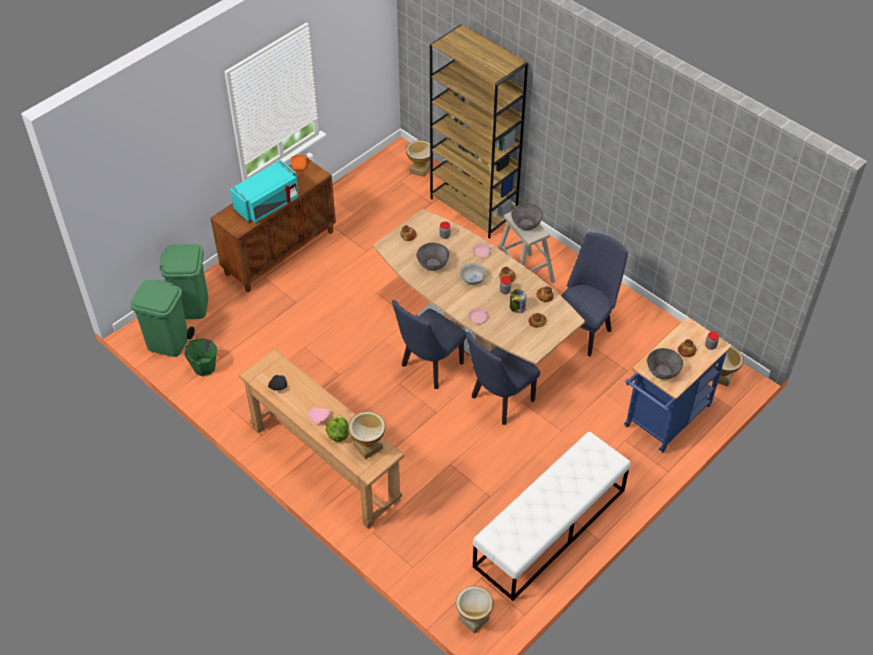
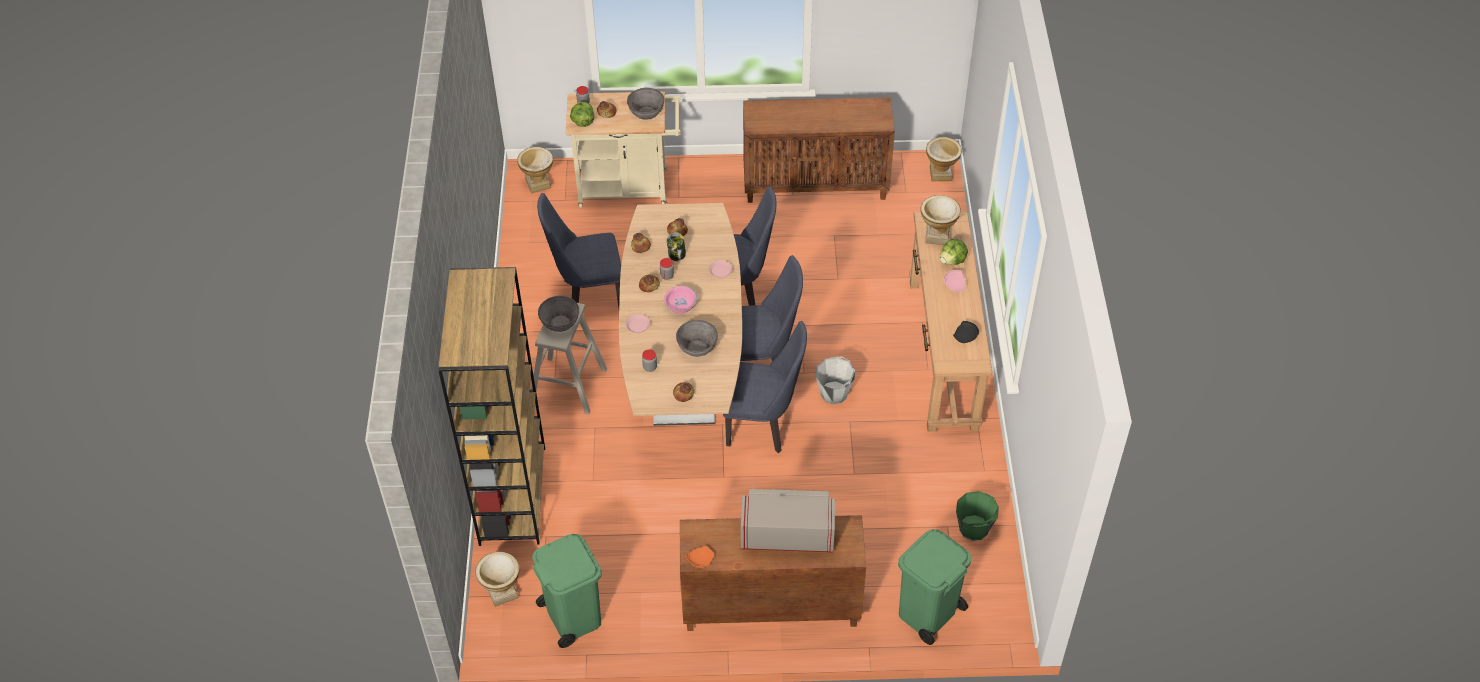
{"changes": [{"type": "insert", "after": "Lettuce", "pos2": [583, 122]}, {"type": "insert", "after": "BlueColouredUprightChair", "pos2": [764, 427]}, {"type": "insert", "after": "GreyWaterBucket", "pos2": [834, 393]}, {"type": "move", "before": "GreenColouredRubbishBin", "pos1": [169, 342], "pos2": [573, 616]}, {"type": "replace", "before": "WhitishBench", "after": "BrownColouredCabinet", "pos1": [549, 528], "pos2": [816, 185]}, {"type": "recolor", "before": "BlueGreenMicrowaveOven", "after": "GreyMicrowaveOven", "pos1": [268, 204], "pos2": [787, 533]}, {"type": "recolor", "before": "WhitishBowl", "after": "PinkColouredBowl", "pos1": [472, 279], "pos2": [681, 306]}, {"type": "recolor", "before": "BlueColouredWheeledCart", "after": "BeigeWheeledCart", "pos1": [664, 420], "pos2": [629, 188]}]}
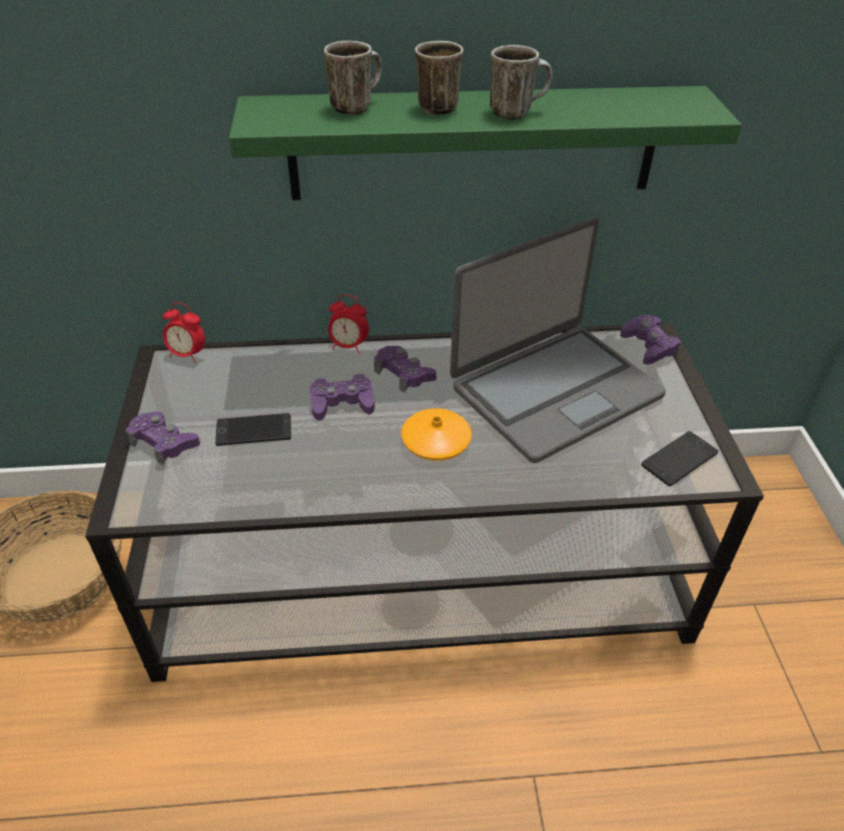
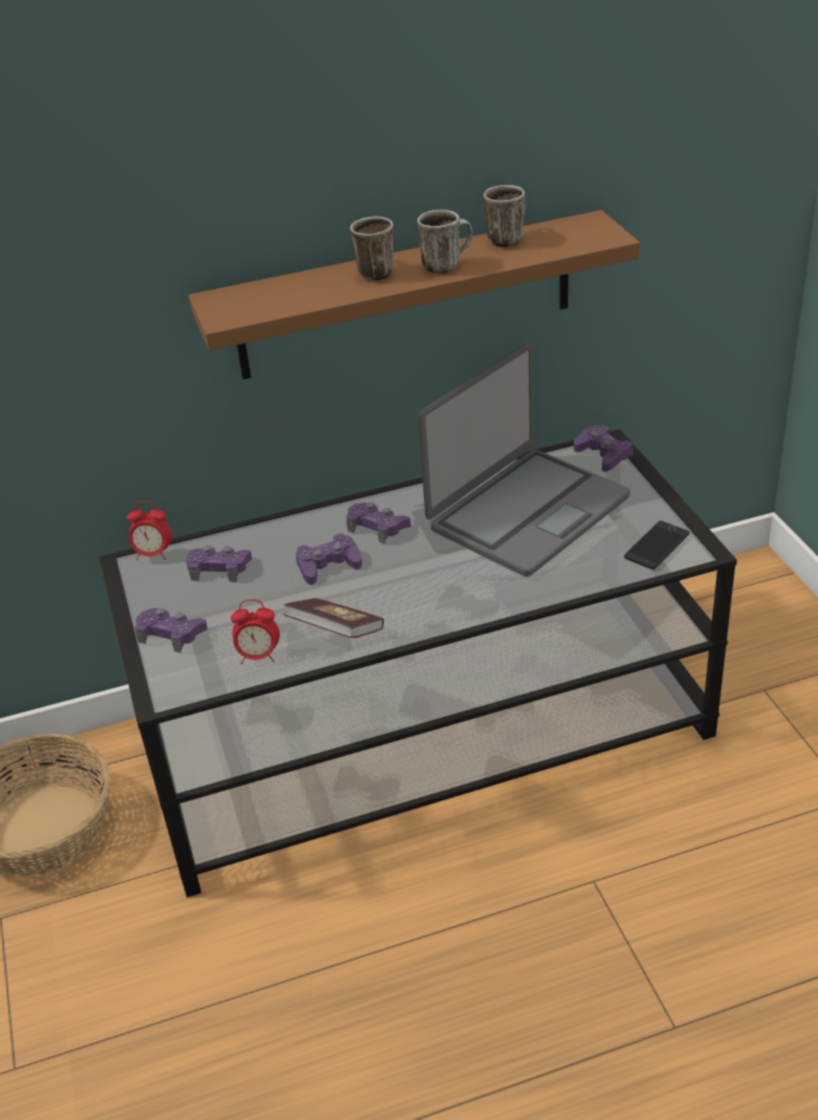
{"changes": [{"type": "delete", "before": "Phone", "pos1": [254, 430]}, {"type": "delete", "before": "OrangeyFlowerVase", "pos1": [436, 442]}, {"type": "insert", "after": "PurpleGameController", "pos2": [219, 569]}, {"type": "insert", "after": "BoundBook", "pos2": [335, 632]}, {"type": "move", "before": "TeaMug", "pos1": [355, 106], "pos2": [507, 238]}, {"type": "move", "before": "AlarmClock", "pos1": [348, 346], "pos2": [259, 656]}, {"type": "recolor", "before": "GreenColouredBracketShelf", "after": "BrownColouredBracketShelf", "pos1": [473, 144], "pos2": [405, 296]}]}
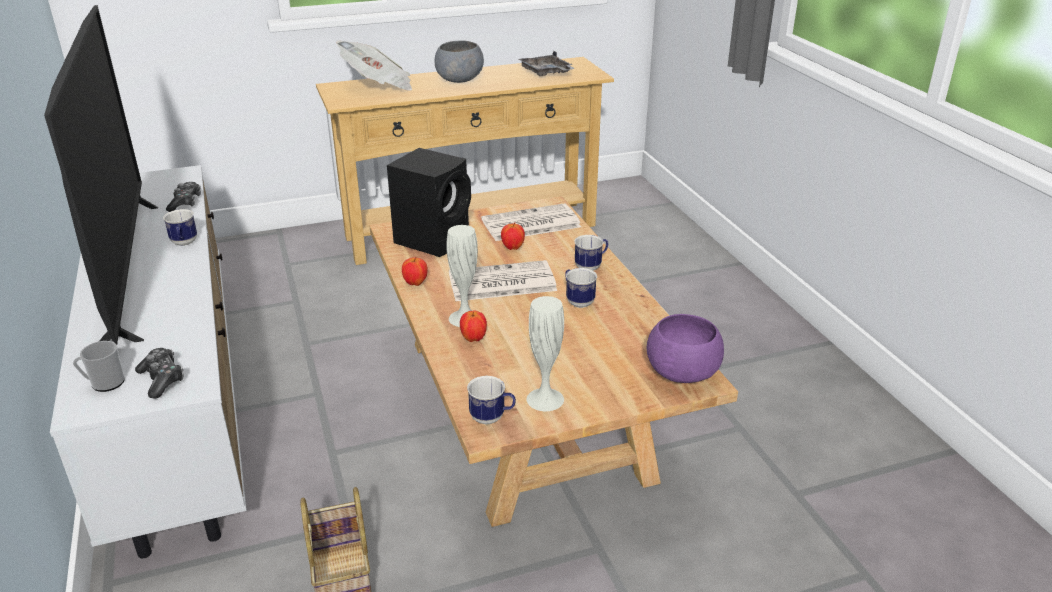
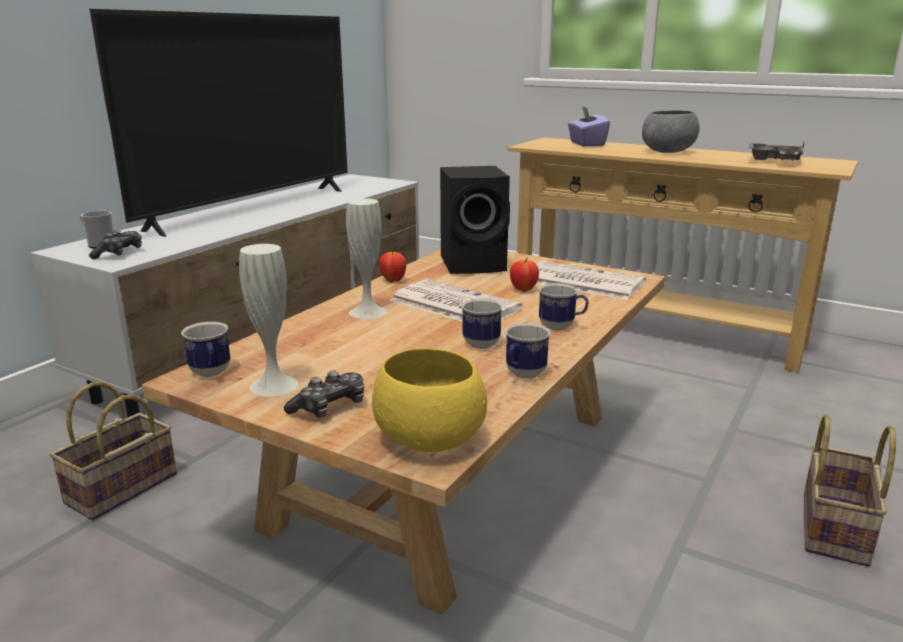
{"changes": [{"type": "delete", "before": "WholeApple", "pos1": [473, 339]}, {"type": "insert", "after": "HouseholdBasket", "pos2": [837, 530]}, {"type": "move", "before": "TeaMug", "pos1": [184, 244], "pos2": [522, 375]}, {"type": "move", "before": "GameController", "pos1": [185, 203], "pos2": [329, 407]}, {"type": "replace", "before": "Newspaper", "after": "PurpleBoxOfTissues", "pos1": [378, 85], "pos2": [586, 144]}, {"type": "recolor", "before": "PurpleBowl", "after": "YellowishBowl", "pos1": [683, 373], "pos2": [431, 439]}]}
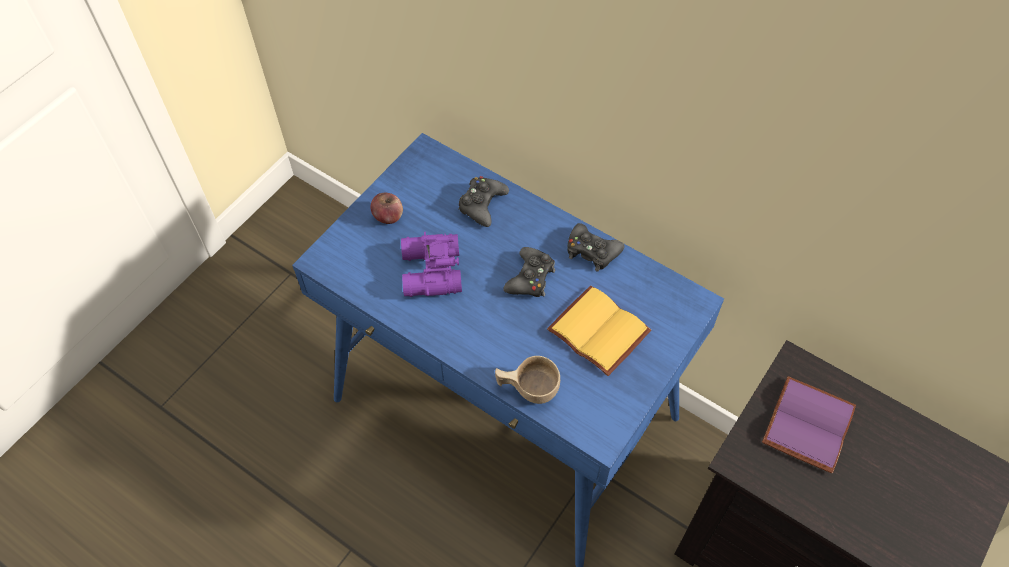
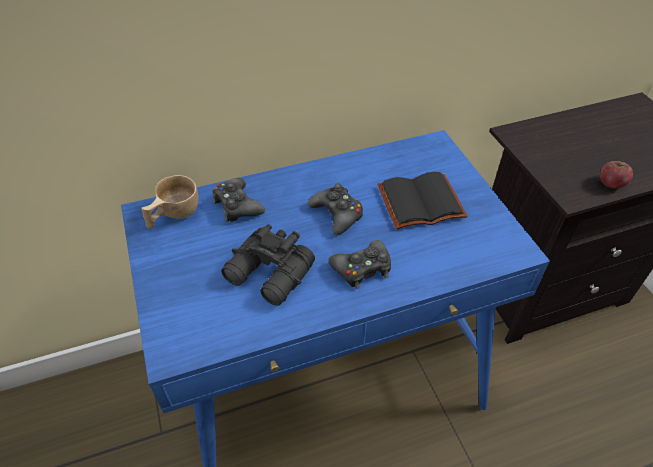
{"changes": [{"type": "delete", "before": "PurpleBoundBook", "pos1": [806, 422]}, {"type": "move", "before": "WholeApple", "pos1": [388, 216], "pos2": [611, 184]}, {"type": "move", "before": "BeigeDrinkingCup", "pos1": [527, 388], "pos2": [173, 216]}, {"type": "move", "before": "BlackColouredGameController", "pos1": [592, 251], "pos2": [362, 268]}, {"type": "recolor", "before": "PurpleBinoculars", "after": "BlackColouredBinoculars", "pos1": [430, 273], "pos2": [269, 275]}, {"type": "recolor", "before": "YellowishBoundBook", "after": "BlackColouredBoundBook", "pos1": [596, 332], "pos2": [420, 204]}]}
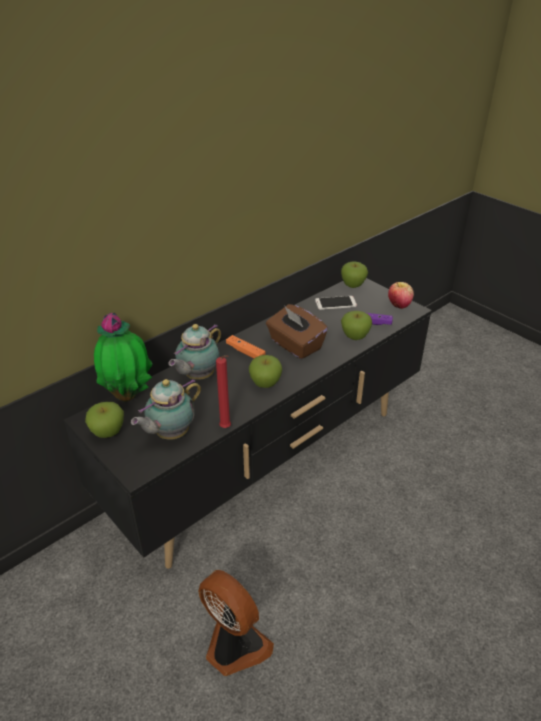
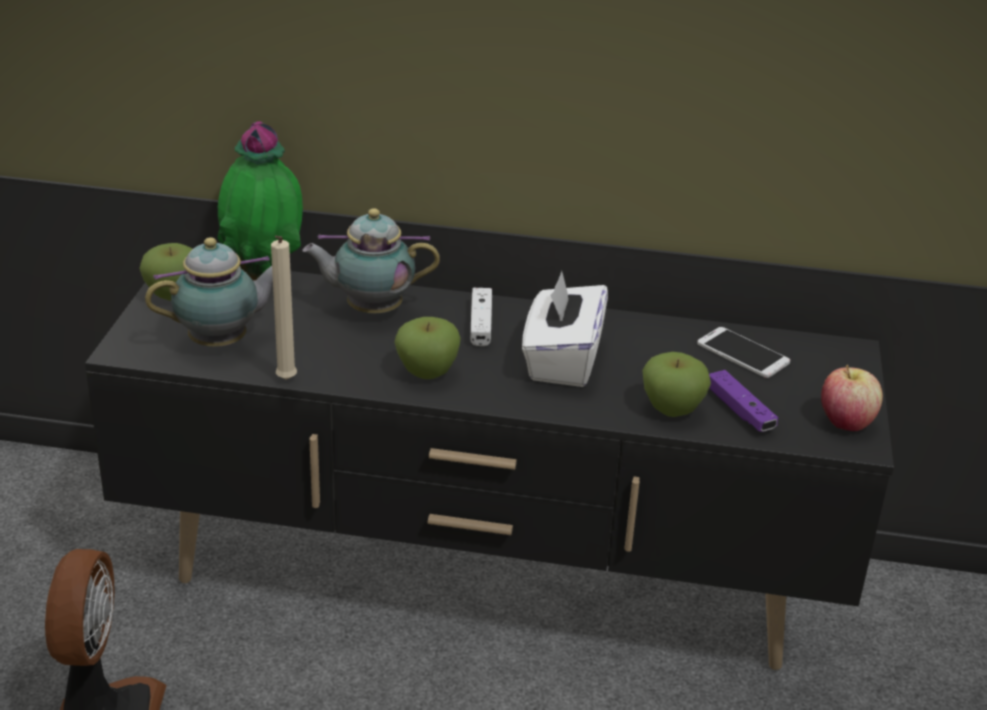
{"changes": [{"type": "delete", "before": "WholeApple", "pos1": [353, 285]}, {"type": "recolor", "before": "RedColouredWaxCandle", "after": "BeigeWaxCandle", "pos1": [226, 428], "pos2": [285, 381]}, {"type": "recolor", "before": "OrangeyGameController", "after": "WhitishGameController", "pos1": [245, 352], "pos2": [481, 324]}, {"type": "recolor", "before": "BrownColouredBoxOfTissues", "after": "WhitishBoxOfTissues", "pos1": [295, 345], "pos2": [562, 360]}, {"type": "rotate", "before": "PotForTea", "pos1": [170, 434], "pos2": [222, 342], "turn": 150}]}
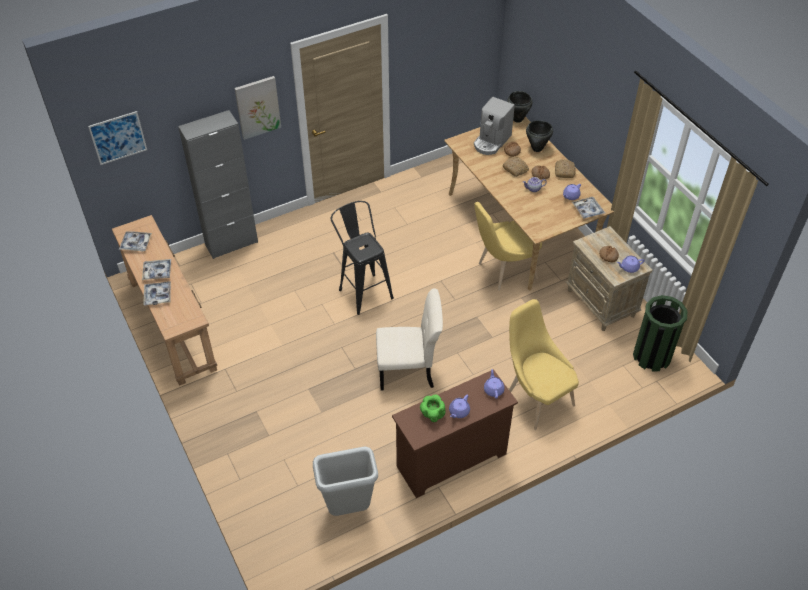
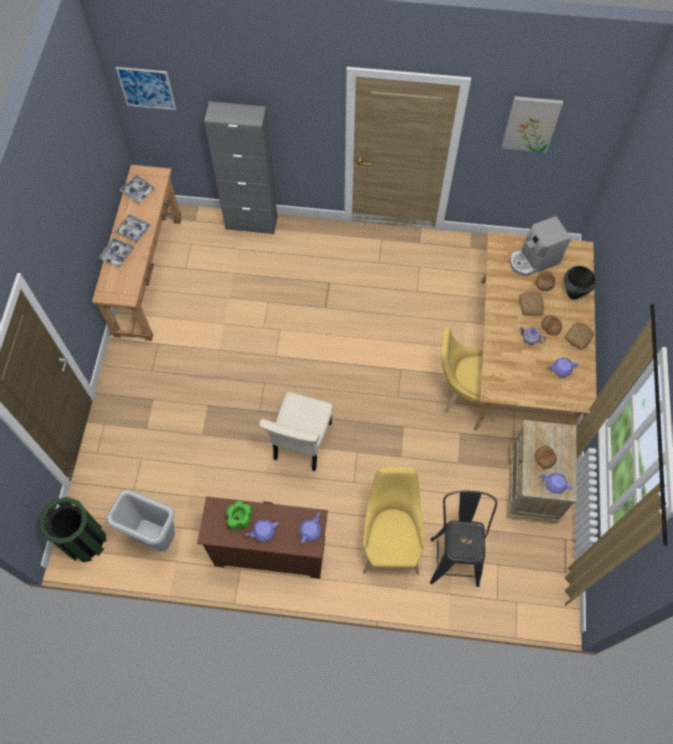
{"changes": [{"type": "delete", "before": "BlackColouredCookingPot", "pos1": [517, 119]}, {"type": "delete", "before": "ServingTray", "pos1": [587, 210]}, {"type": "move", "before": "Picture", "pos1": [257, 107], "pos2": [531, 123]}, {"type": "move", "before": "BlackColouredSittingStool", "pos1": [363, 290], "pos2": [455, 555]}, {"type": "move", "before": "GreenColouredRubbishBin", "pos1": [652, 356], "pos2": [85, 541]}, {"type": "rotate", "before": "BeigeUprightChair", "pos1": [408, 372], "pos2": [301, 443], "turn": 75}]}
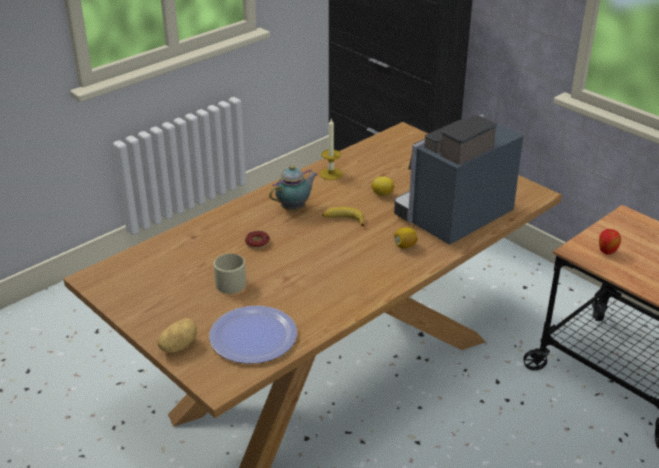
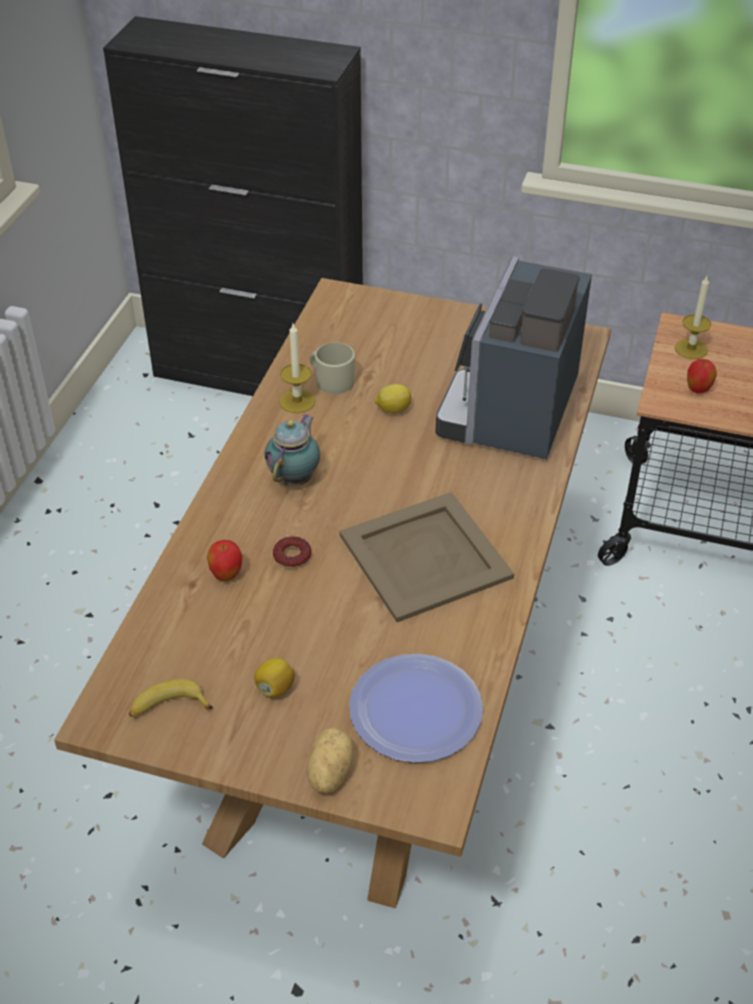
{"changes": [{"type": "insert", "after": "WholeApple", "pos2": [226, 576]}, {"type": "insert", "after": "BeigeServingTray", "pos2": [424, 557]}, {"type": "insert", "after": "WaxCandle", "pos2": [691, 349]}, {"type": "move", "before": "BeigeTeaMug", "pos1": [229, 282], "pos2": [331, 380]}, {"type": "move", "before": "Banana", "pos1": [343, 220], "pos2": [168, 707]}, {"type": "move", "before": "CitrusFruit", "pos1": [405, 246], "pos2": [275, 688]}]}
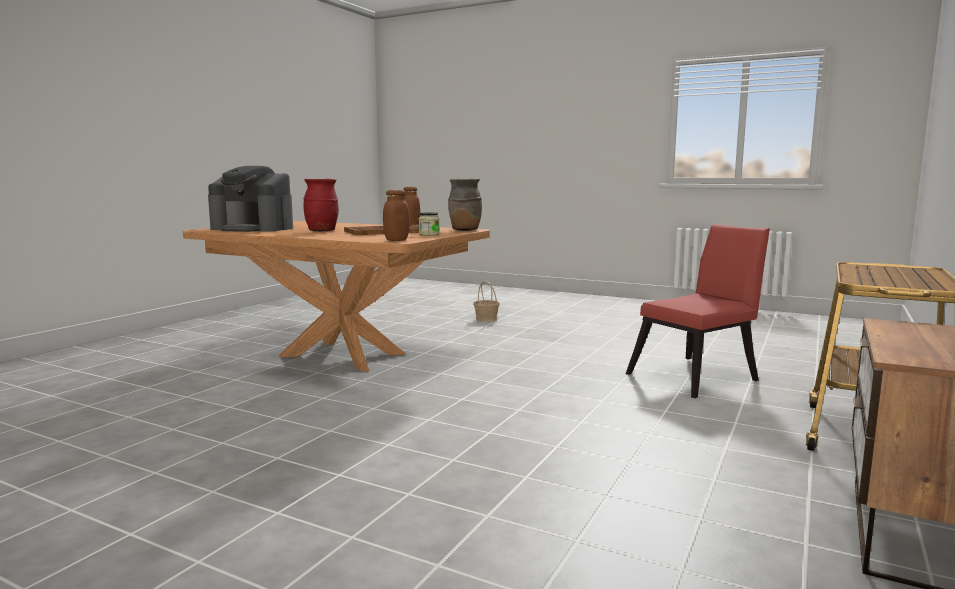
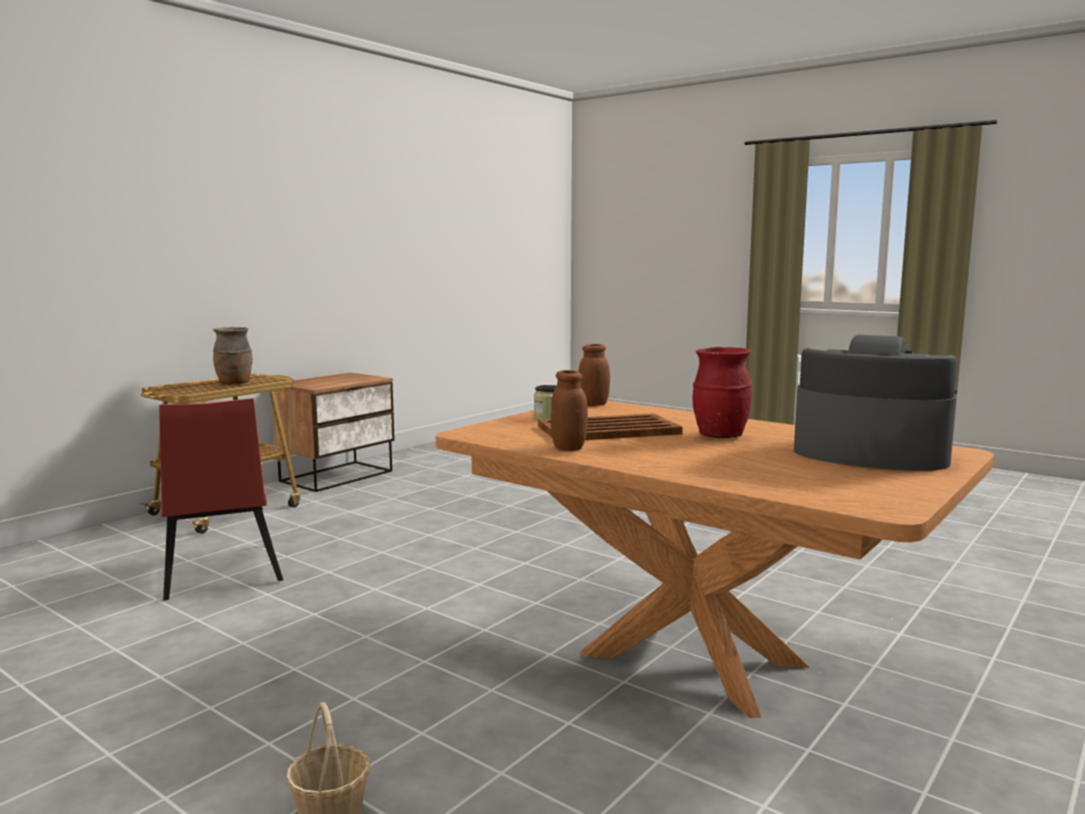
{"changes": [{"type": "move", "before": "BrownColouredFlowerVase", "pos1": [464, 230], "pos2": [235, 383]}, {"type": "rotate", "before": "RedColouredUprightChair", "pos1": [698, 376], "pos2": [220, 573], "turn": -90}]}
